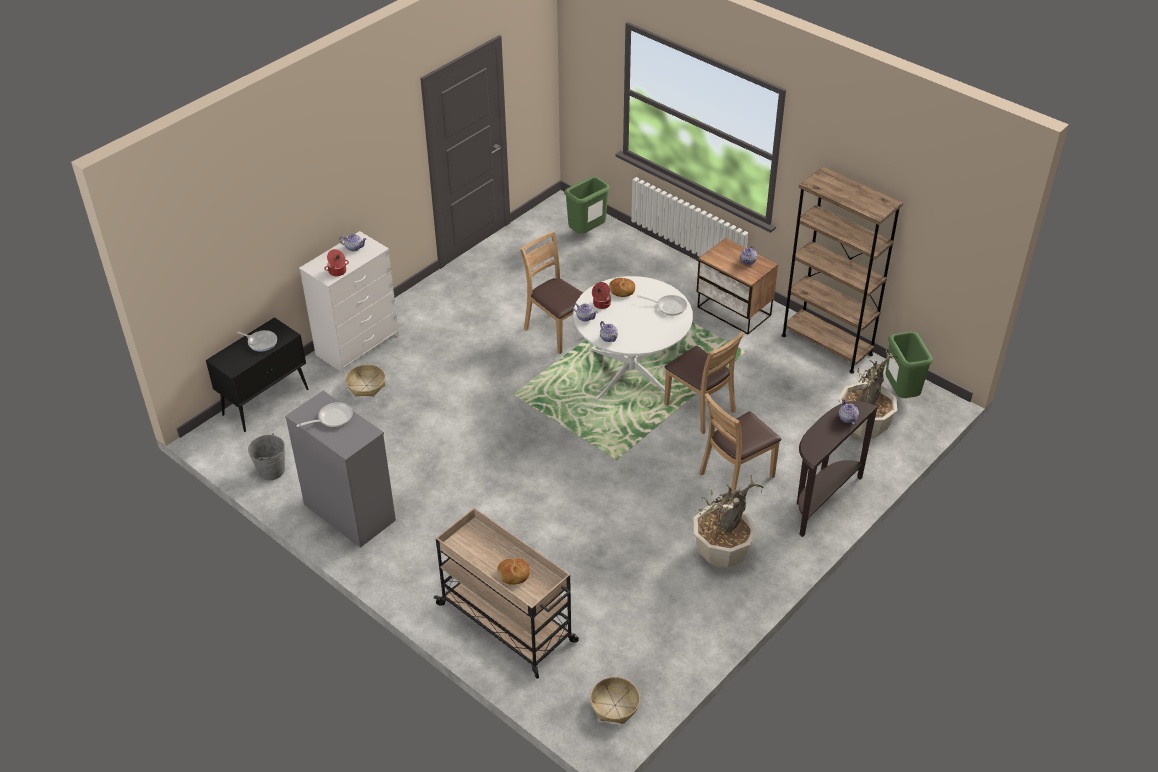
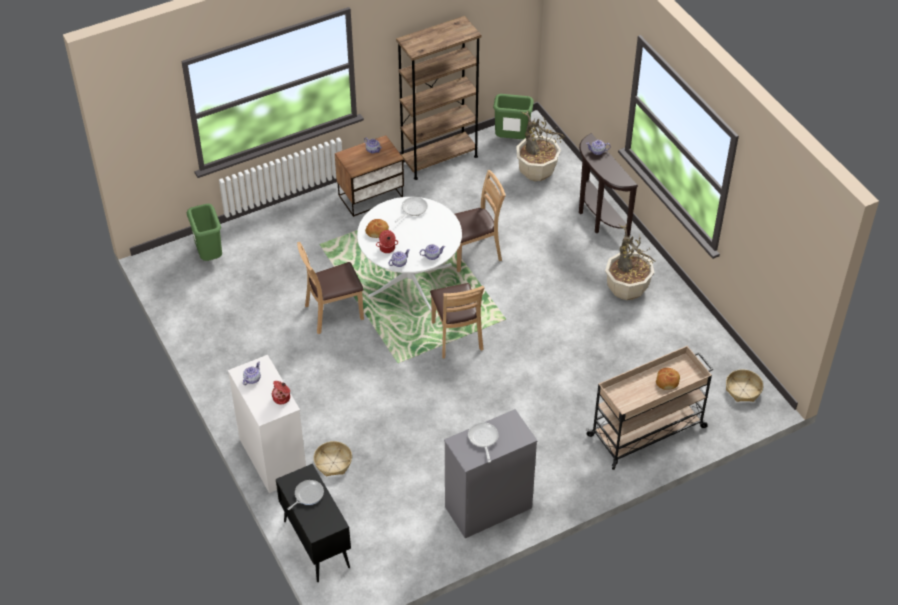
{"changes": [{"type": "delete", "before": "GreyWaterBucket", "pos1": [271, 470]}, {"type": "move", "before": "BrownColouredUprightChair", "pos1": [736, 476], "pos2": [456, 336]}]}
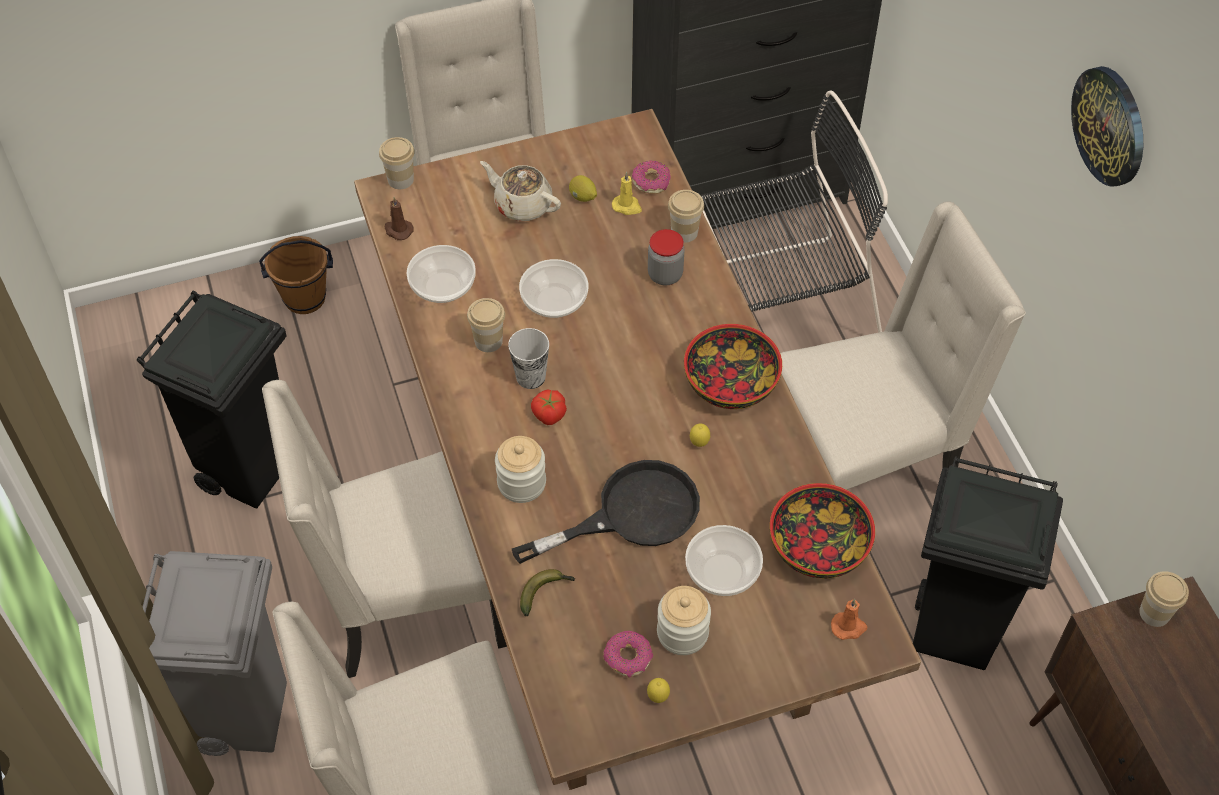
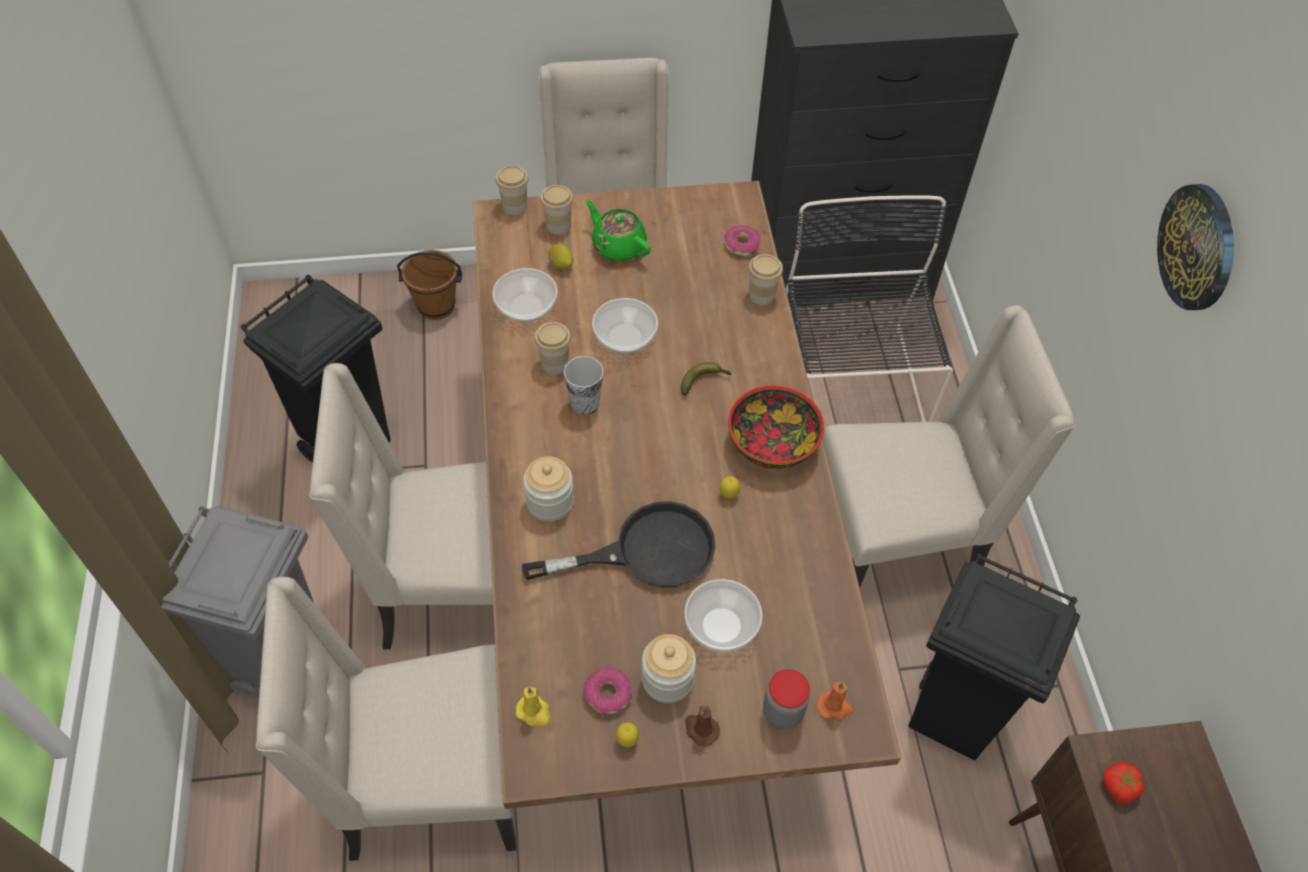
{"changes": [{"type": "delete", "before": "Bowl", "pos1": [817, 546]}, {"type": "move", "before": "BrownColouredWaxCandle", "pos1": [398, 230], "pos2": [700, 729]}, {"type": "move", "before": "Banana", "pos1": [545, 592], "pos2": [704, 381]}, {"type": "move", "before": "Tomato", "pos1": [549, 414], "pos2": [1118, 787]}, {"type": "move", "before": "CitrusFruit", "pos1": [583, 197], "pos2": [561, 265]}, {"type": "move", "before": "YellowishWaxCandle", "pos1": [627, 206], "pos2": [534, 712]}, {"type": "move", "before": "Jar", "pos1": [665, 275], "pos2": [782, 712]}, {"type": "move", "before": "DrinkingCup", "pos1": [1154, 613], "pos2": [558, 226]}, {"type": "recolor", "before": "BeigePotForTea", "after": "GreenColouredPotForTea", "pos1": [522, 204], "pos2": [618, 246]}, {"type": "rotate", "before": "BlackColouredUprightChair", "pos1": [778, 308], "pos2": [849, 386], "turn": -90}]}
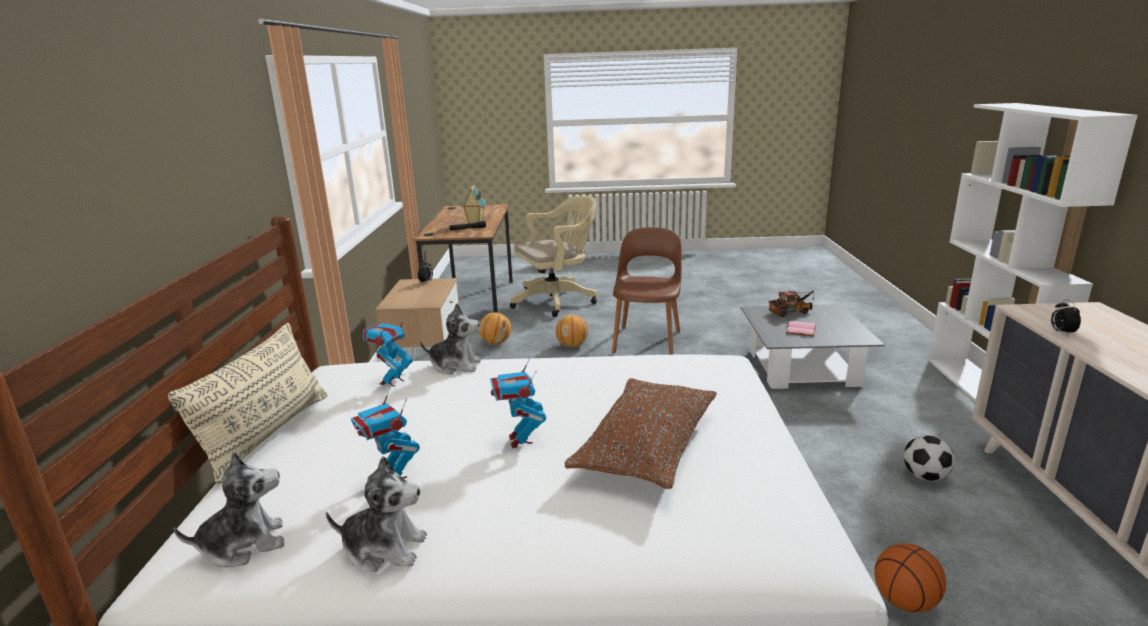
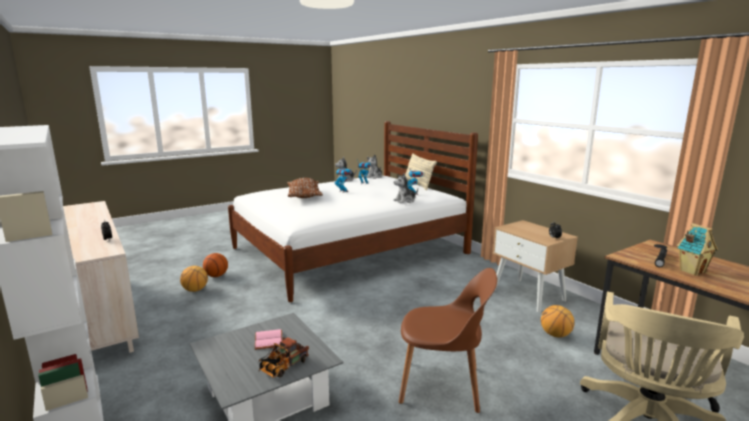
{"changes": [{"type": "delete", "before": "Football", "pos1": [925, 477]}, {"type": "move", "before": "Basketball", "pos1": [572, 346], "pos2": [195, 290]}, {"type": "rotate", "before": "BrownColouredUprightChair", "pos1": [647, 340], "pos2": [443, 385], "turn": -60}]}
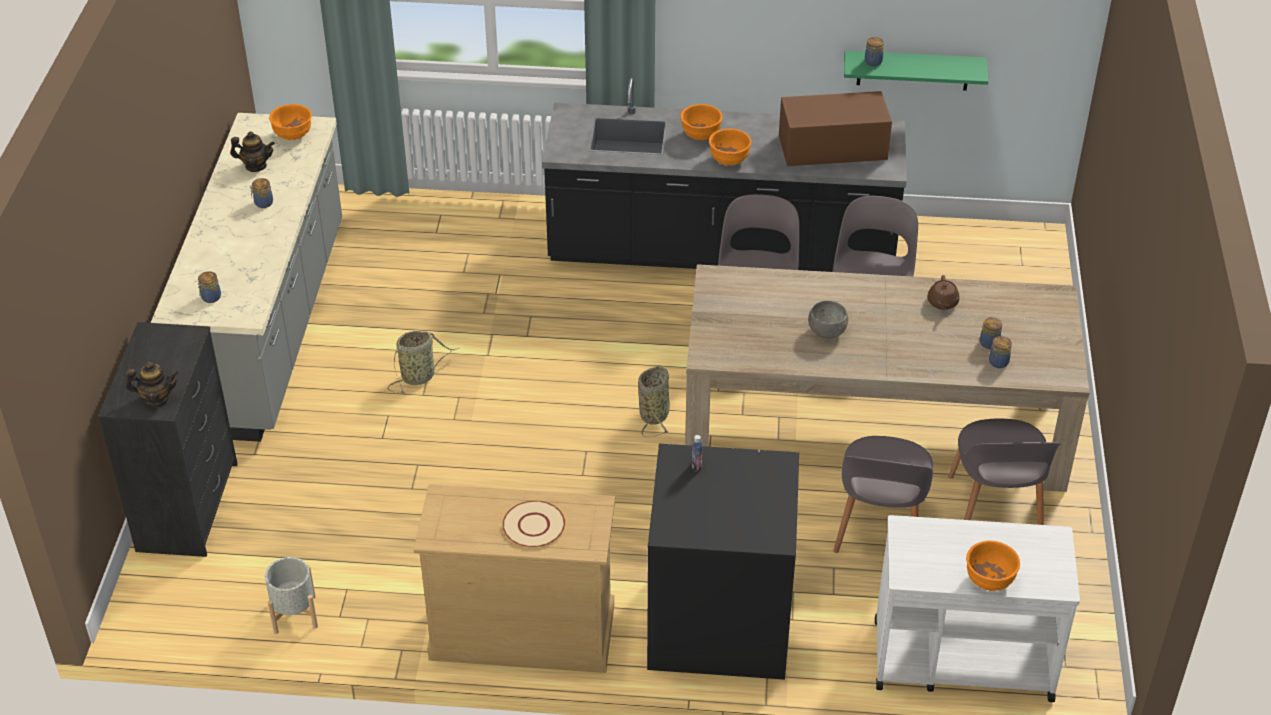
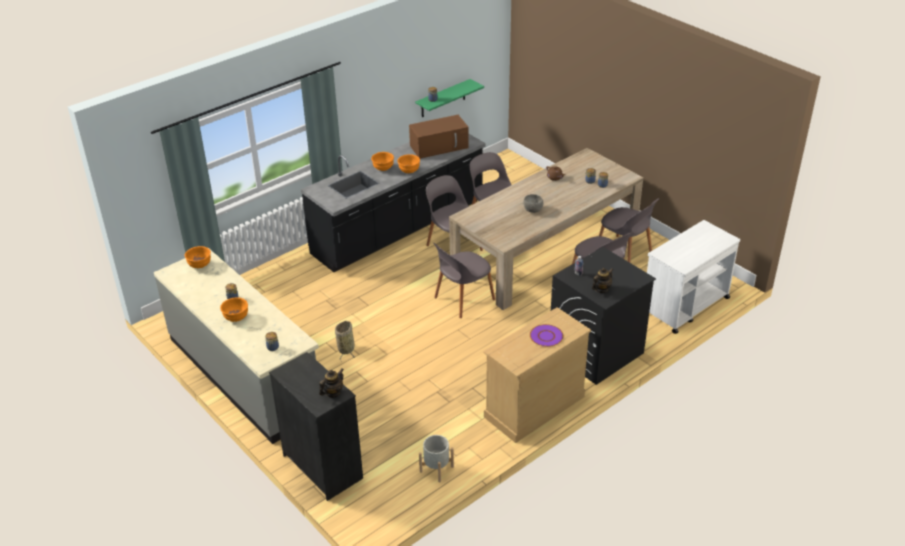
{"changes": [{"type": "move", "before": "PotForTea", "pos1": [255, 166], "pos2": [601, 289]}, {"type": "move", "before": "OrangeyBowl", "pos1": [989, 580], "pos2": [236, 318]}, {"type": "replace", "before": "HouseholdBasket", "after": "GreyUprightChair", "pos1": [655, 413], "pos2": [463, 299]}, {"type": "recolor", "before": "BeigeDinnerPlate", "after": "PurpleDinnerPlate", "pos1": [534, 526], "pos2": [546, 336]}, {"type": "rotate", "before": "BrownColouredMicrowaveOven", "pos1": [831, 147], "pos2": [439, 146], "turn": -150}]}
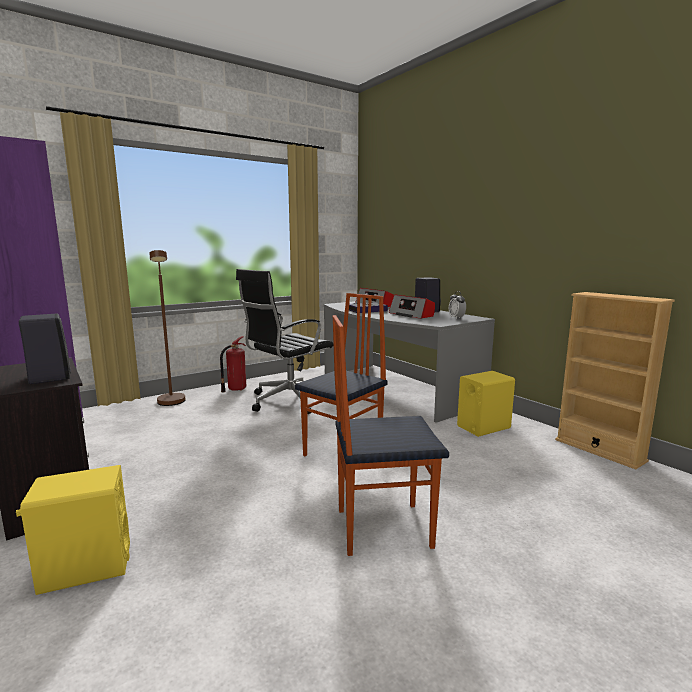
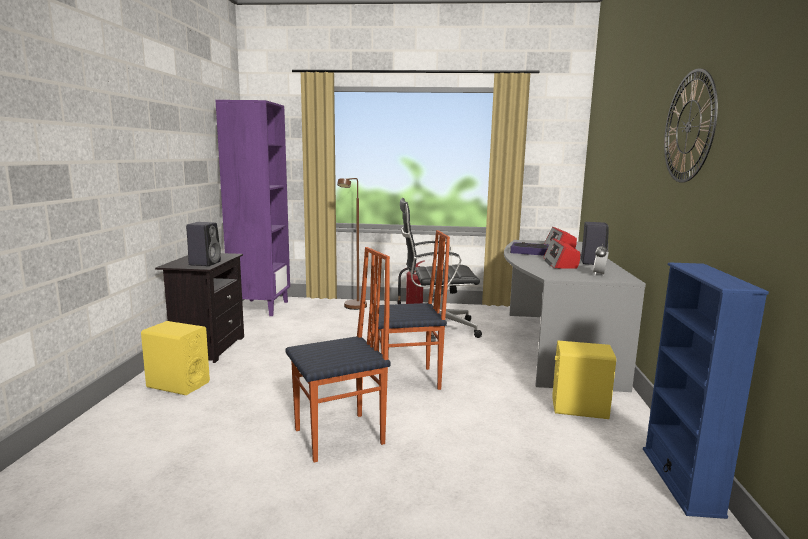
{"changes": [{"type": "insert", "after": "HangingClock", "pos2": [688, 127]}, {"type": "recolor", "before": "BeigeBookshelf", "after": "BlueColouredBookshelf", "pos1": [599, 450], "pos2": [681, 480]}, {"type": "rotate", "before": "UprightChair", "pos1": [382, 527], "pos2": [340, 437], "turn": 120}]}
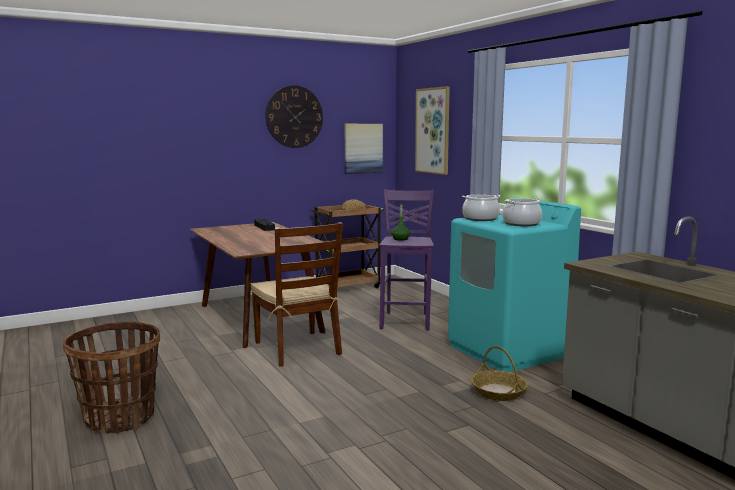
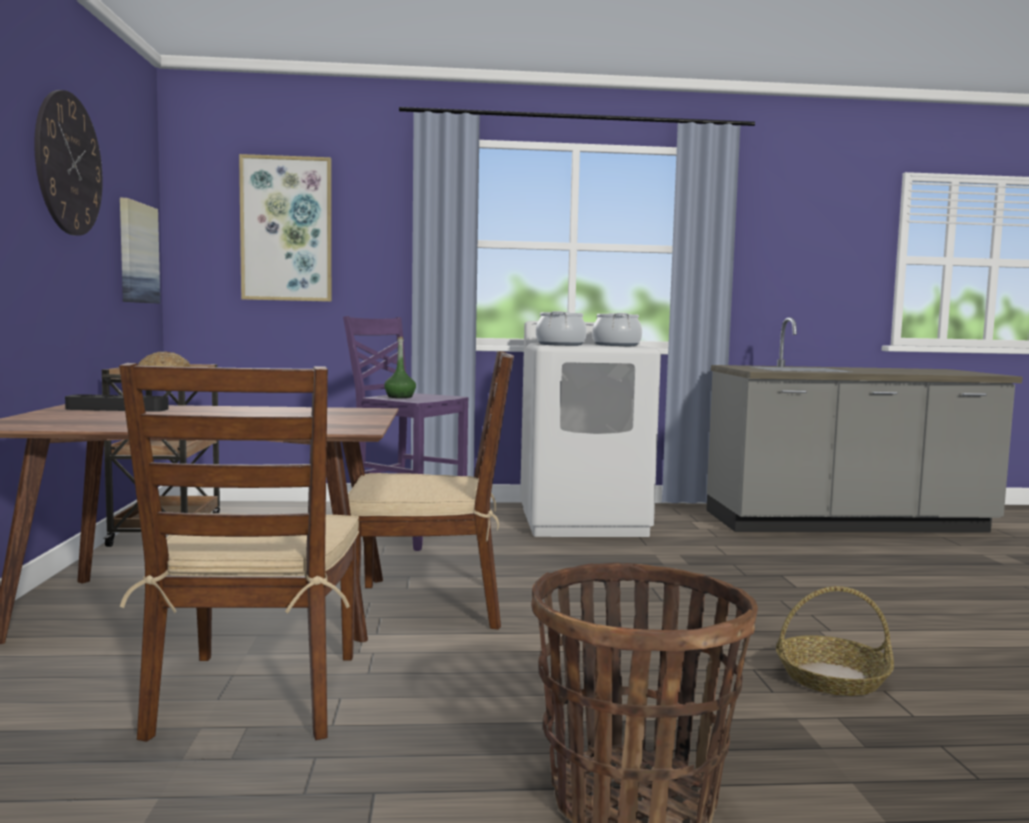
{"changes": [{"type": "insert", "after": "BrownColouredUprightChair", "pos2": [257, 695]}, {"type": "move", "before": "HouseholdBasket", "pos1": [499, 392], "pos2": [832, 678]}, {"type": "recolor", "before": "BlueGreenLaundryAppliance", "after": "WhitishLaundryAppliance", "pos1": [508, 351], "pos2": [584, 522]}]}
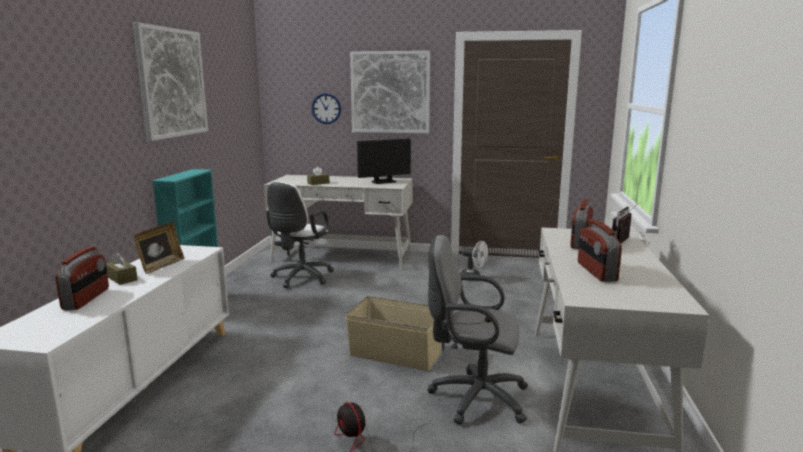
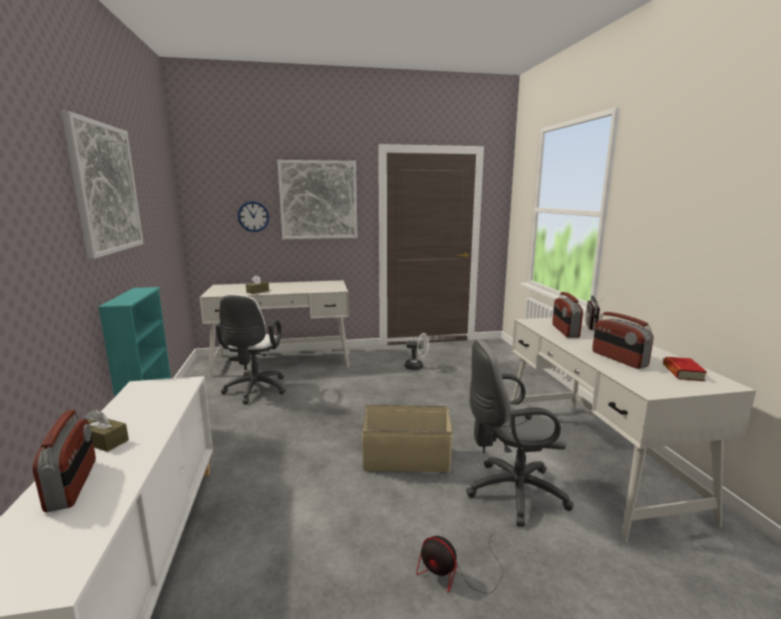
{"changes": [{"type": "delete", "before": "PictureFrame", "pos1": [161, 266]}, {"type": "delete", "before": "Monitor", "pos1": [384, 182]}, {"type": "insert", "after": "BoundBook", "pos2": [682, 373]}]}
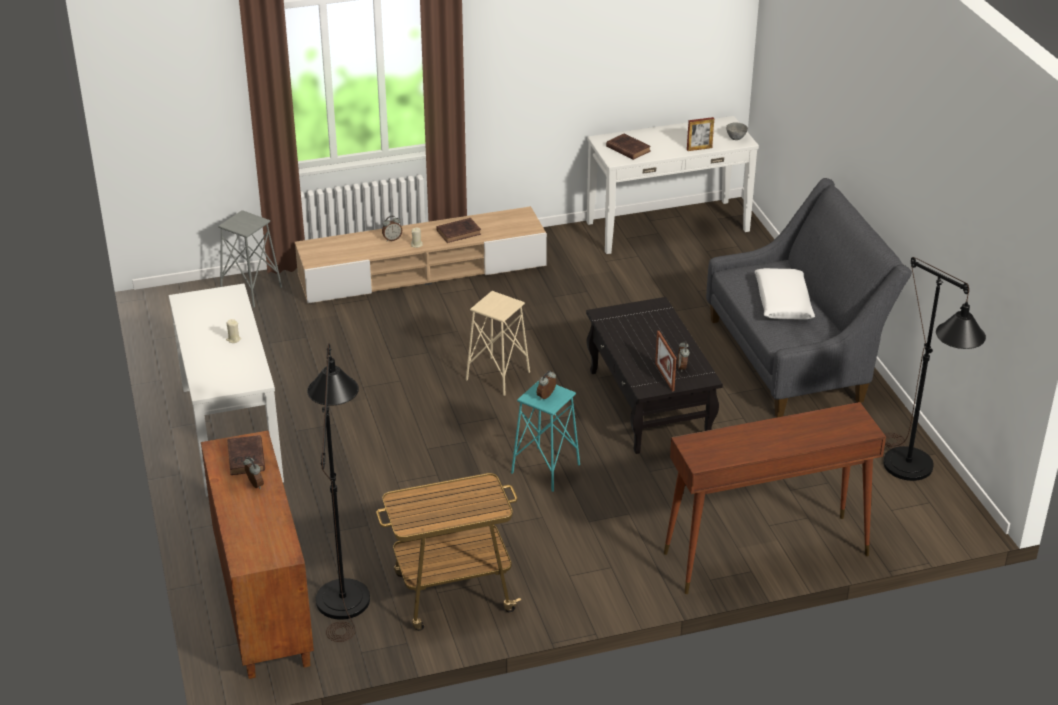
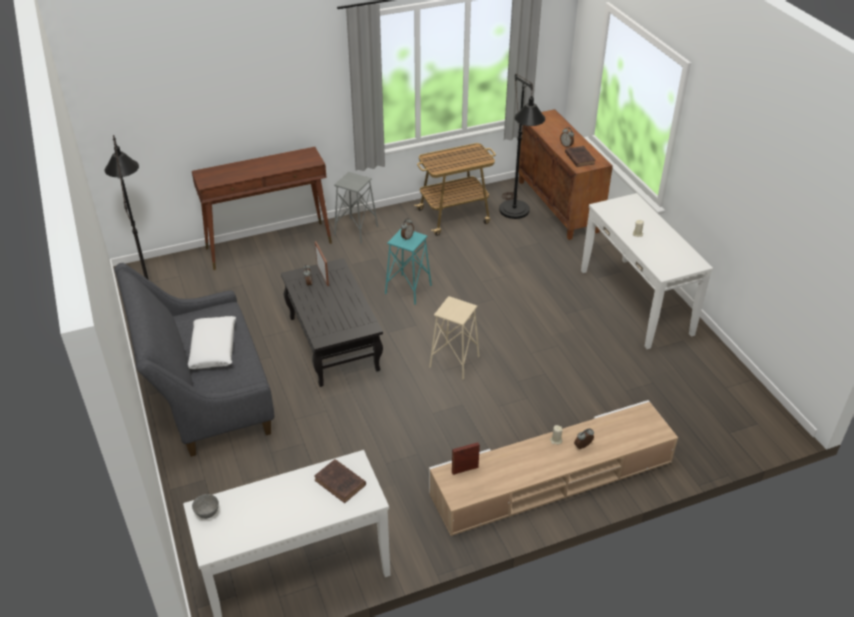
{"changes": [{"type": "delete", "before": "BrownColouredBoundBook", "pos1": [459, 232]}, {"type": "move", "before": "GreySittingStool", "pos1": [251, 291], "pos2": [356, 230]}, {"type": "move", "before": "PictureFrame", "pos1": [699, 148], "pos2": [465, 469]}]}
